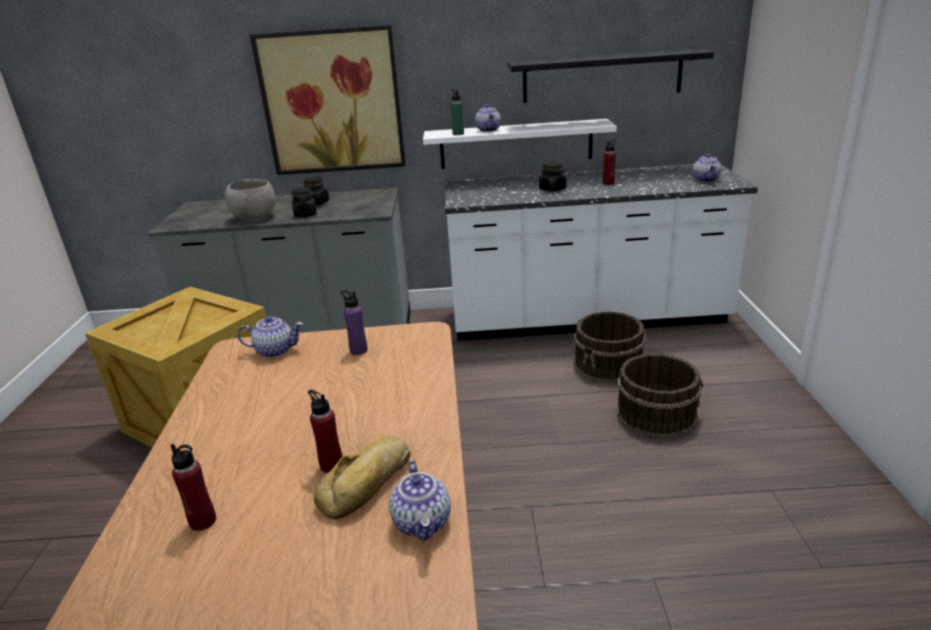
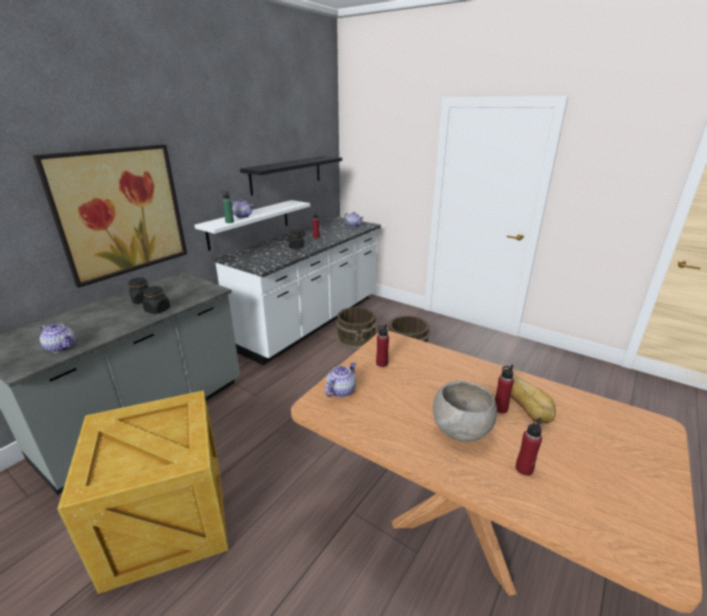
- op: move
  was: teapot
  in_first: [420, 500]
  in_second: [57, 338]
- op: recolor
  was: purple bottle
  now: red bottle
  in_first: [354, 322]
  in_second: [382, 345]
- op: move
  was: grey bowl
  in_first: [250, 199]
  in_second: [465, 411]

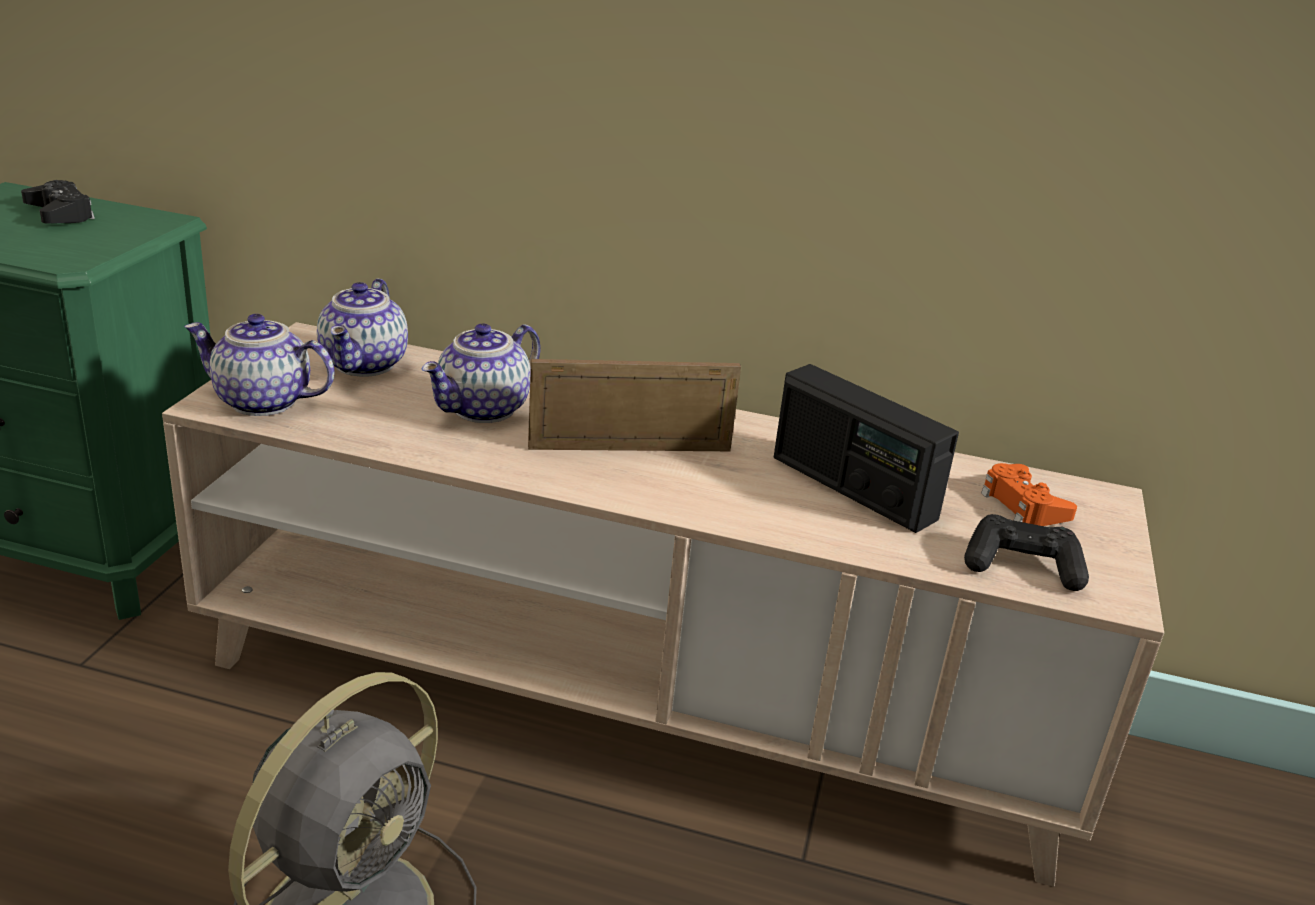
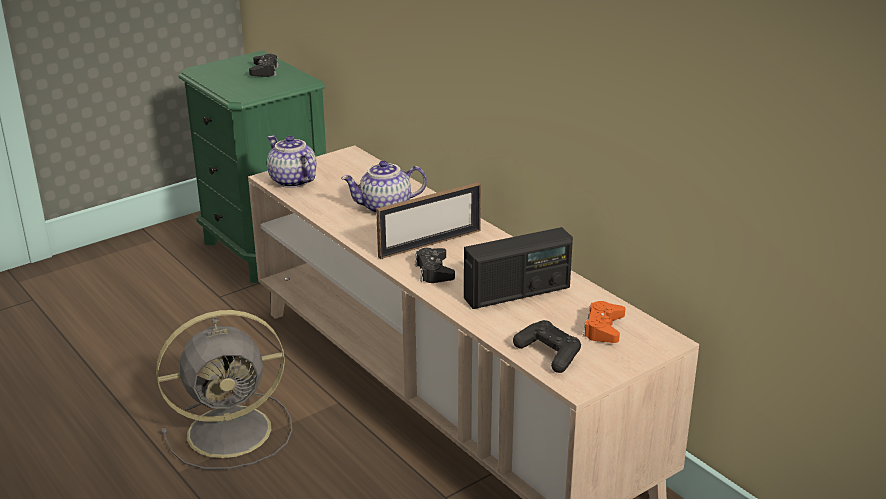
- op: rotate
  was: picture frame
  in_first: [634, 405]
  in_second: [428, 220]
  clockwise: 120
- op: insert
  now: black game controller
  in_second: [435, 265]
- op: rotate
  was: radio
  in_first: [866, 448]
  in_second: [518, 268]
  clockwise: -105
- op: delete
  was: teapot
  in_first: [362, 327]

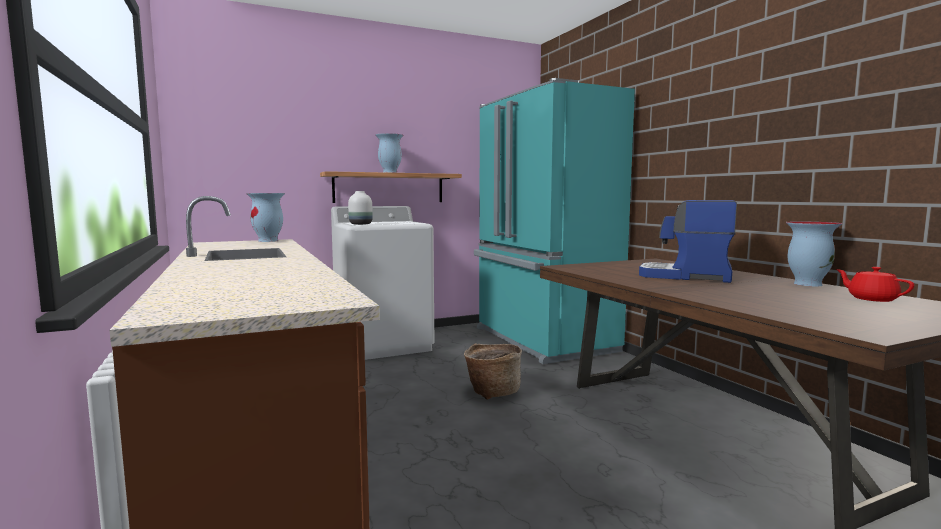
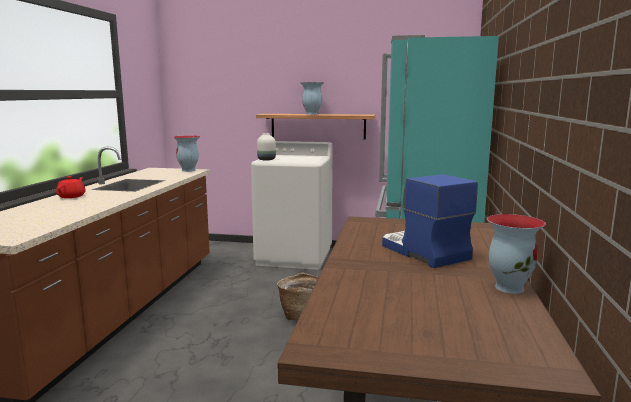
- op: move
  was: red teapot
  in_first: [875, 284]
  in_second: [71, 187]

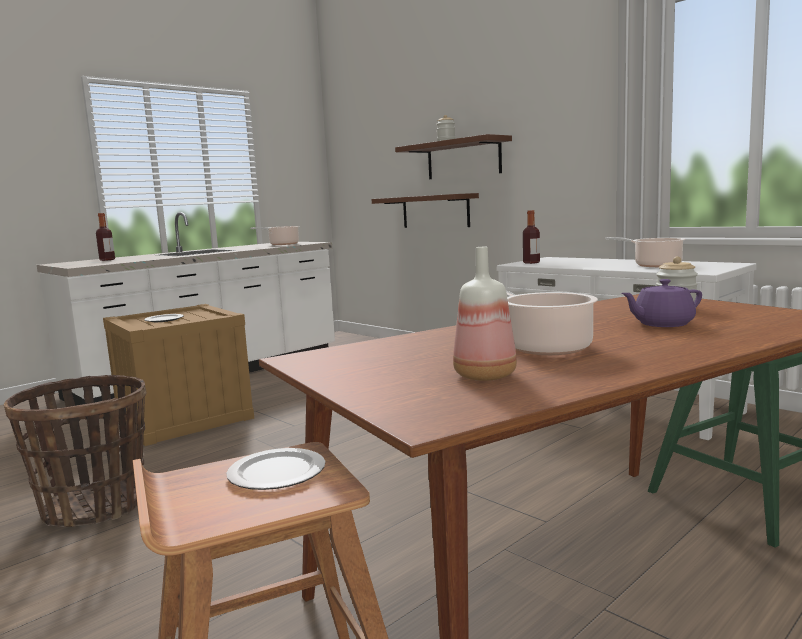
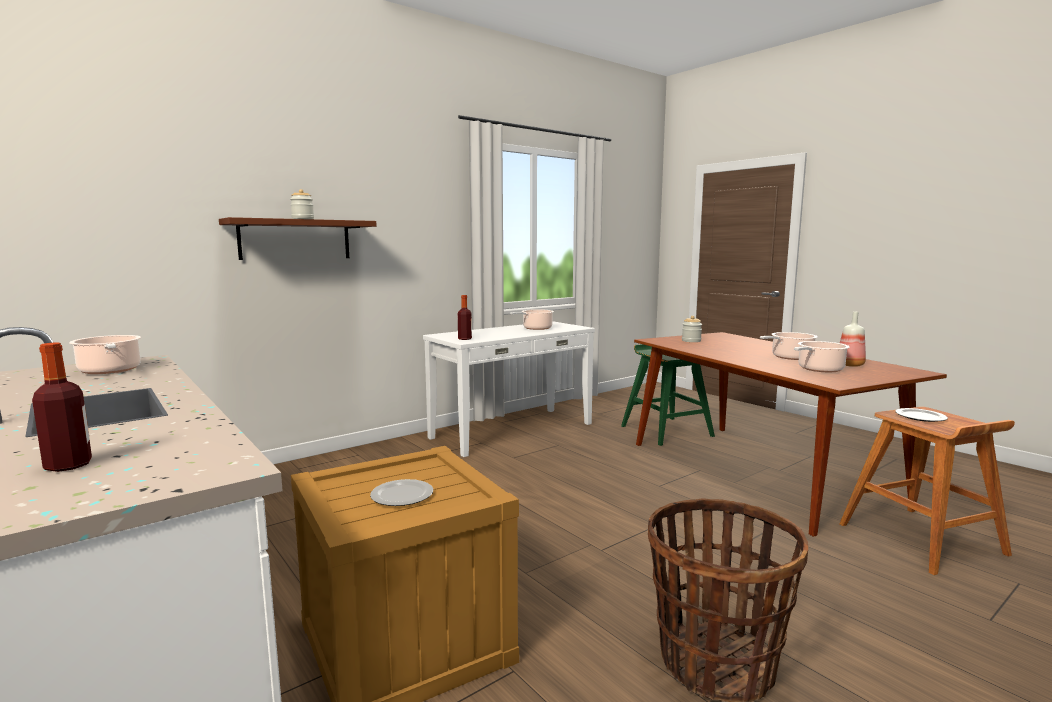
- op: insert
  now: cooking pot
  in_second: [822, 356]
- op: delete
  was: brown shelf
  in_first: [425, 210]
- op: delete
  was: purple teapot
  in_first: [661, 303]

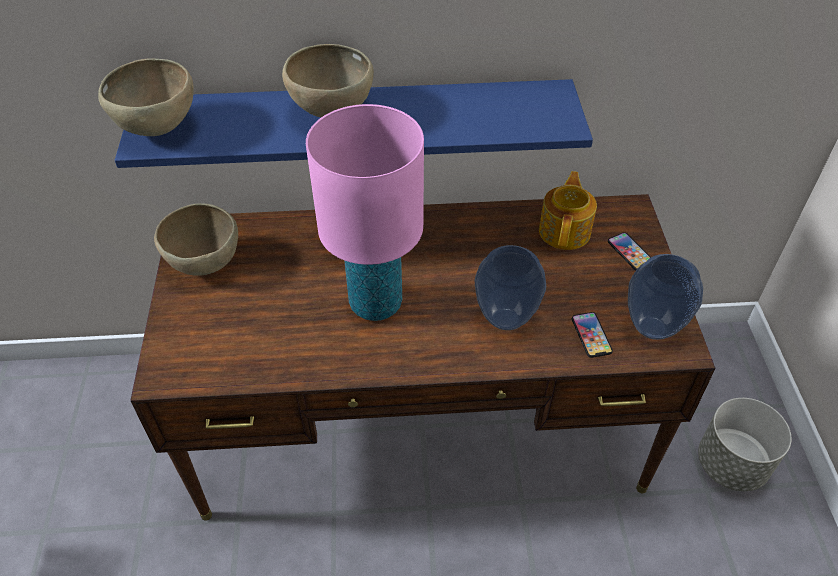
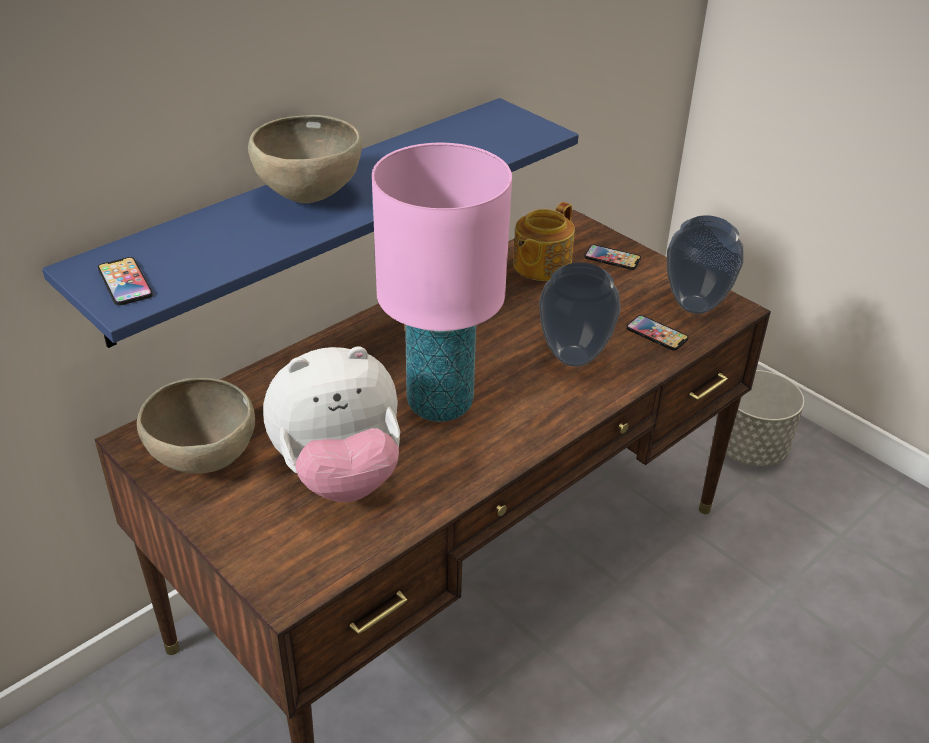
- op: replace
  was: brown bowl
  now: phone
  in_first: [146, 97]
  in_second: [125, 281]
- op: insert
  now: plush toy
  in_second: [331, 424]
- op: rotate
  was: teapot
  in_first: [568, 210]
  in_second: [544, 241]
  clockwise: -120

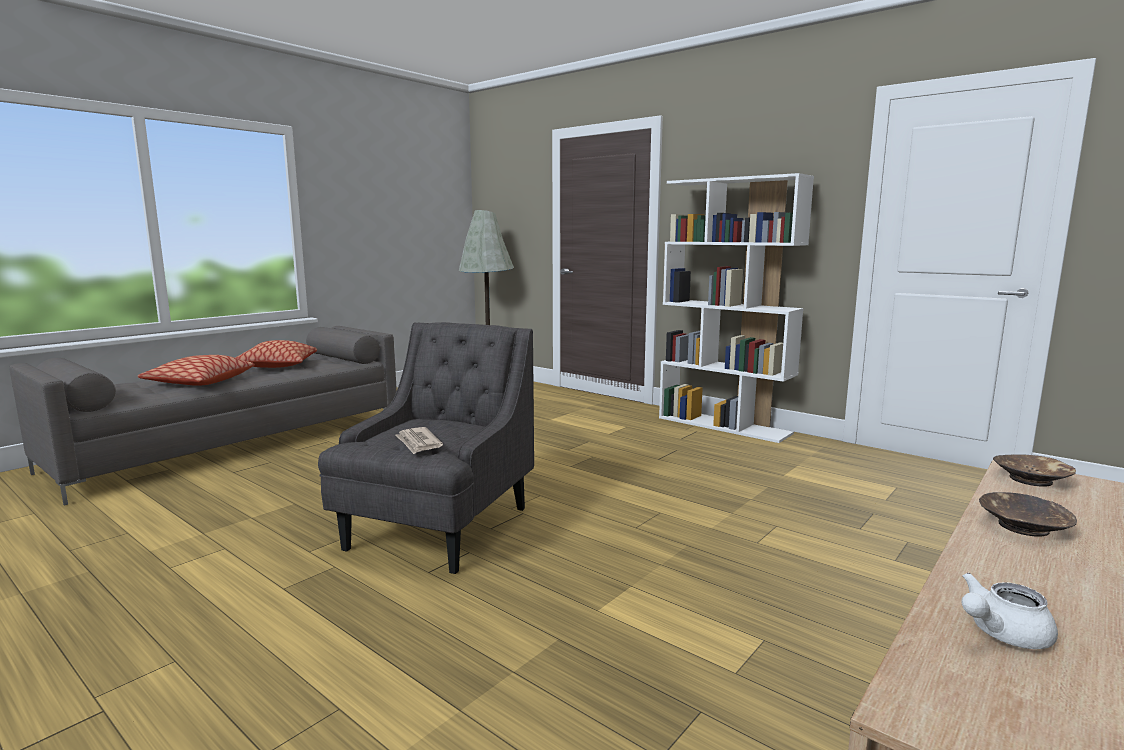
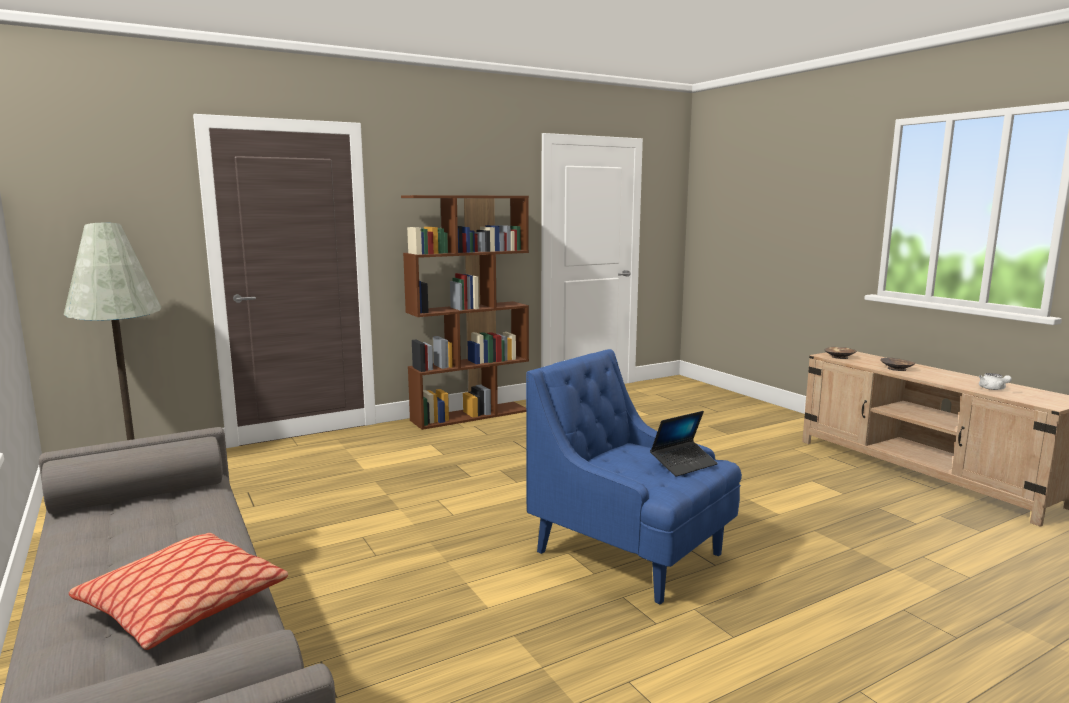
- op: recolor
  was: white bookcase
  now: brown bookcase
  in_first: [736, 308]
  in_second: [465, 312]
- op: recolor
  was: grey armchair
  now: blue armchair
  in_first: [426, 448]
  in_second: [634, 477]
- op: replace
  was: newspaper
  now: laptop
  in_first: [419, 440]
  in_second: [684, 444]
- op: delete
  was: pillow
  in_first: [276, 354]

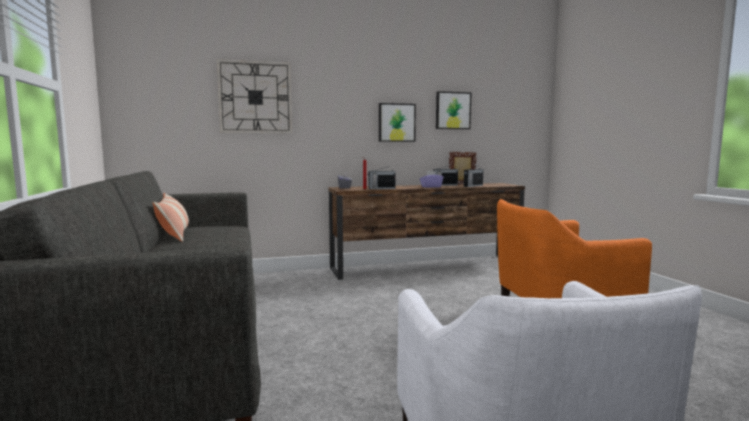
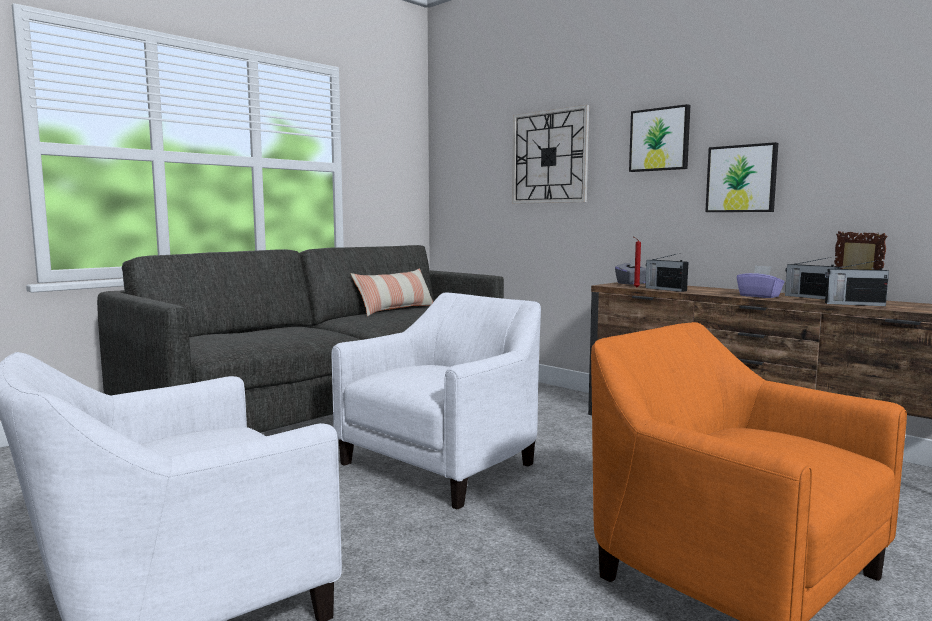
- op: insert
  now: white armchair
  in_second: [436, 401]
- op: move
  was: picture
  in_first: [454, 110]
  in_second: [659, 138]

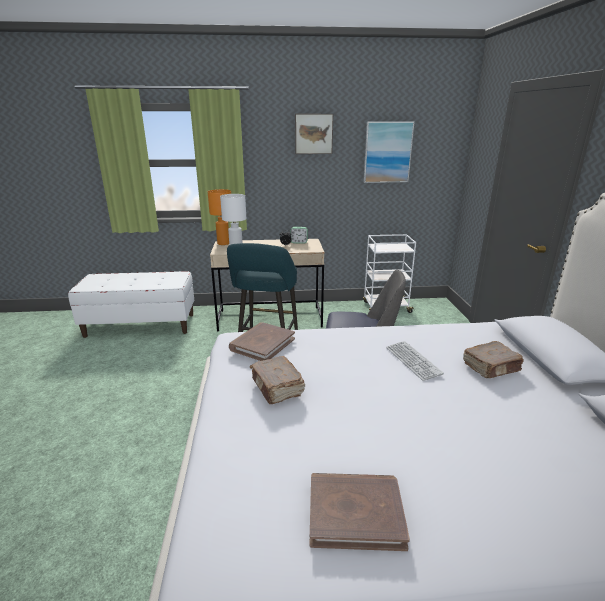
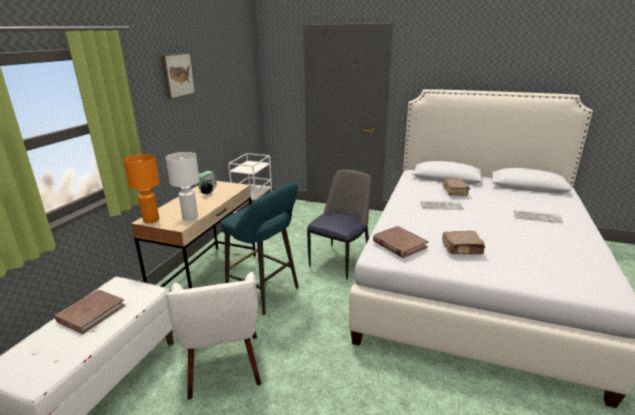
- op: move
  was: brown book
  in_first: [360, 512]
  in_second: [90, 312]
- op: insert
  now: white armchair
  in_second: [213, 335]
- op: insert
  now: keyboard
  in_second: [538, 216]
- op: delete
  was: picture
  in_first: [388, 152]

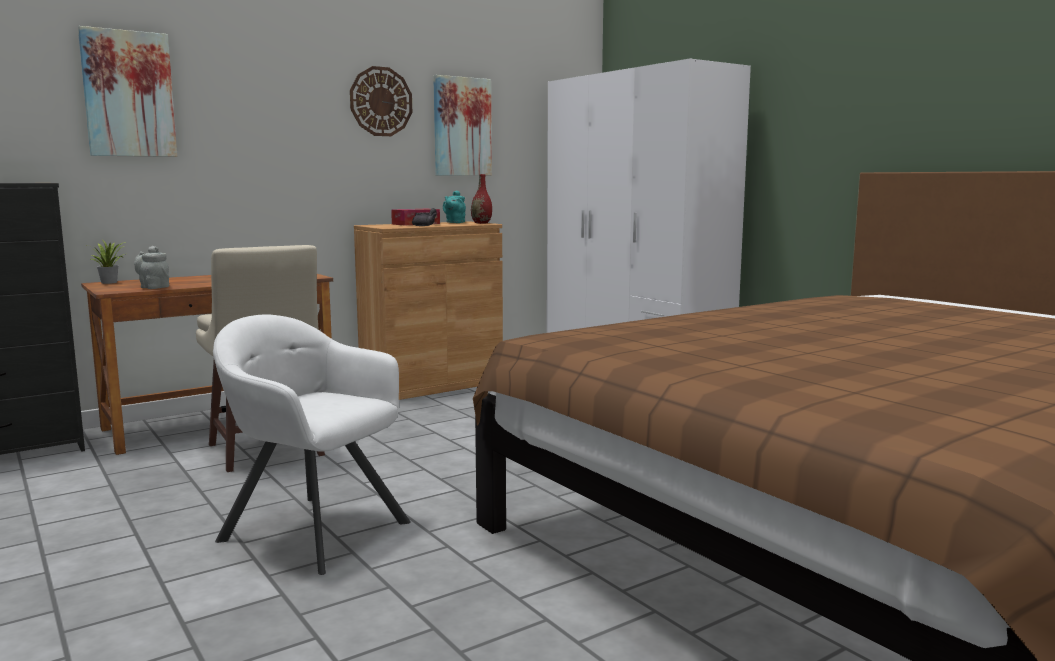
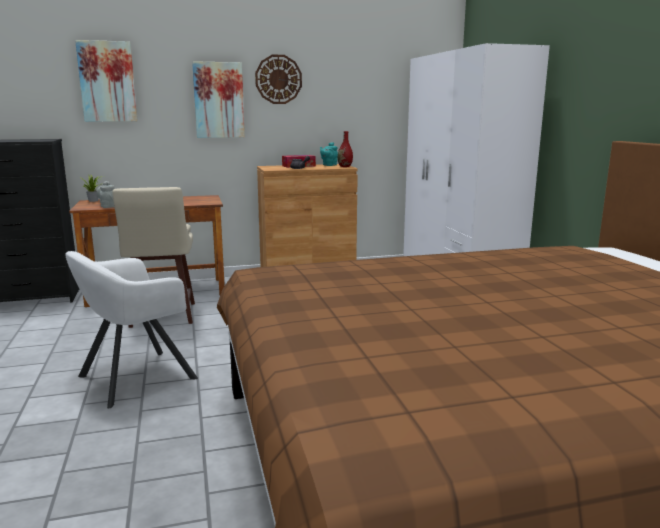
- op: rotate
  was: white armchair
  in_first: [312, 444]
  in_second: [132, 330]
  clockwise: -90
- op: move
  was: picture
  in_first: [462, 125]
  in_second: [218, 99]

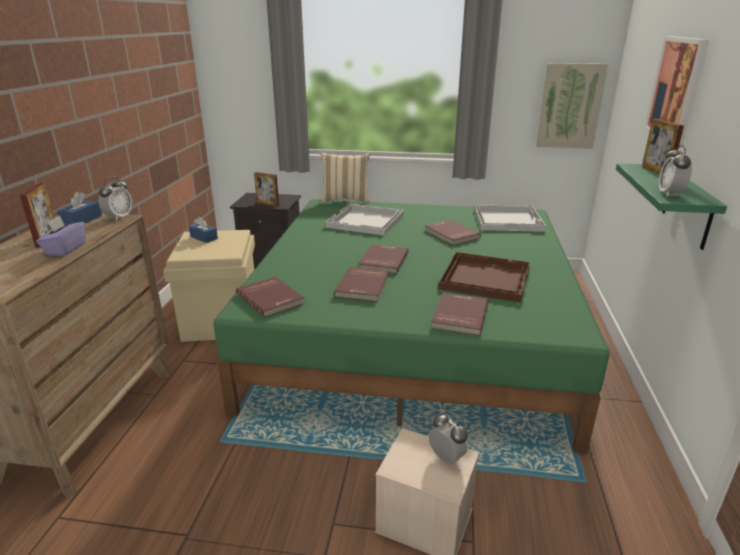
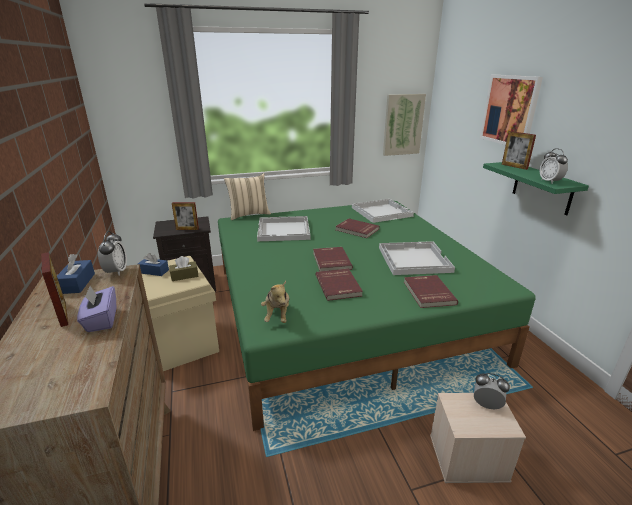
- op: insert
  now: brown tissue box
  in_second: [184, 268]
- op: replace
  was: red book
  now: plush toy
  in_first: [270, 297]
  in_second: [275, 302]
- op: recolor
  was: brown tray
  now: white tray
  in_first: [484, 277]
  in_second: [417, 258]

